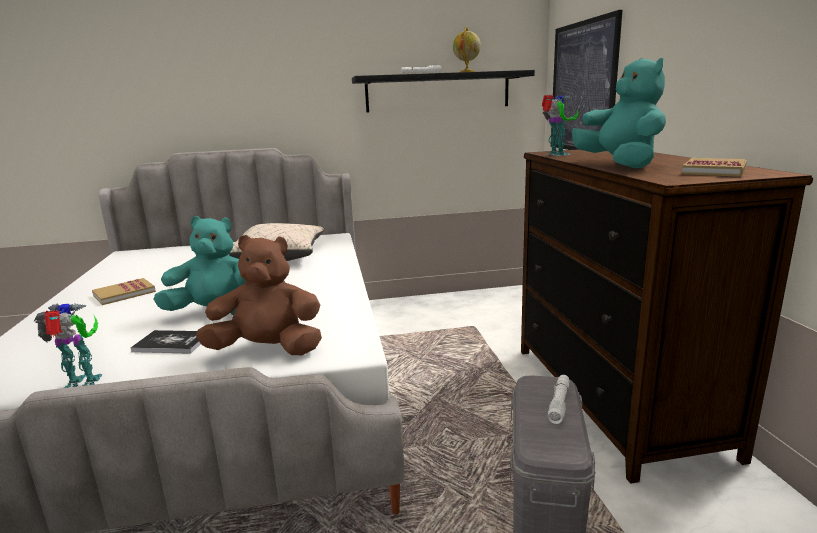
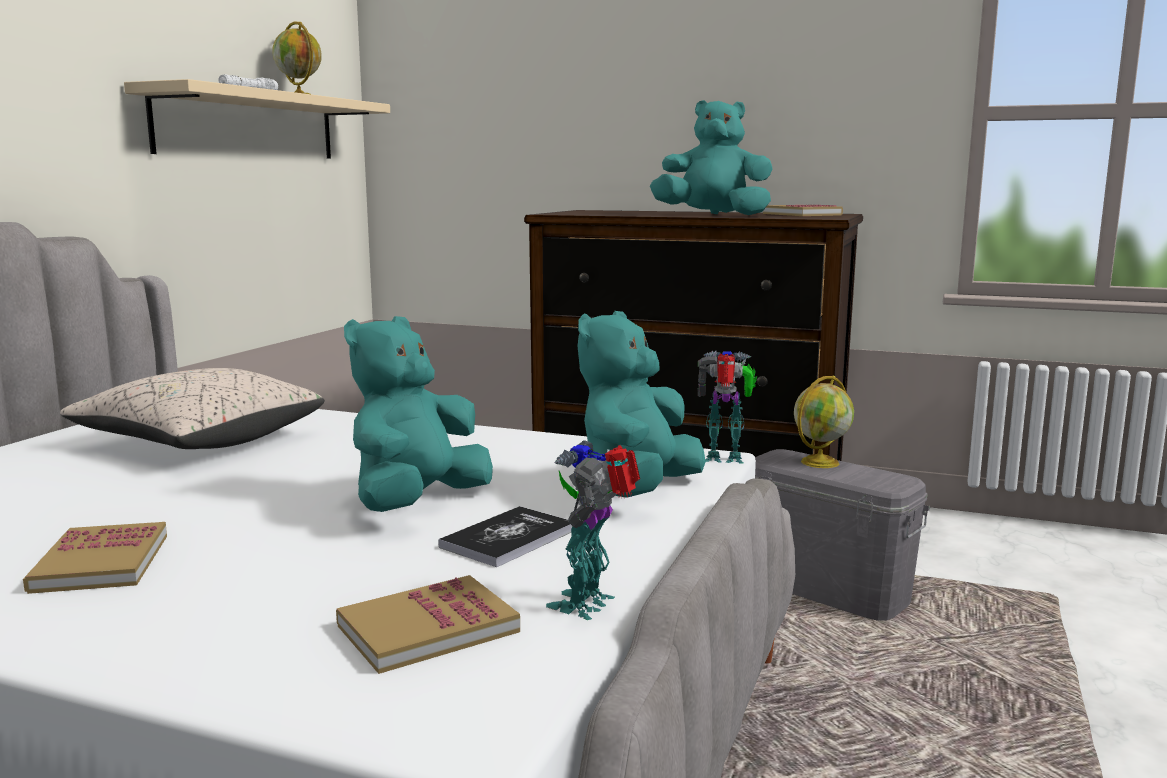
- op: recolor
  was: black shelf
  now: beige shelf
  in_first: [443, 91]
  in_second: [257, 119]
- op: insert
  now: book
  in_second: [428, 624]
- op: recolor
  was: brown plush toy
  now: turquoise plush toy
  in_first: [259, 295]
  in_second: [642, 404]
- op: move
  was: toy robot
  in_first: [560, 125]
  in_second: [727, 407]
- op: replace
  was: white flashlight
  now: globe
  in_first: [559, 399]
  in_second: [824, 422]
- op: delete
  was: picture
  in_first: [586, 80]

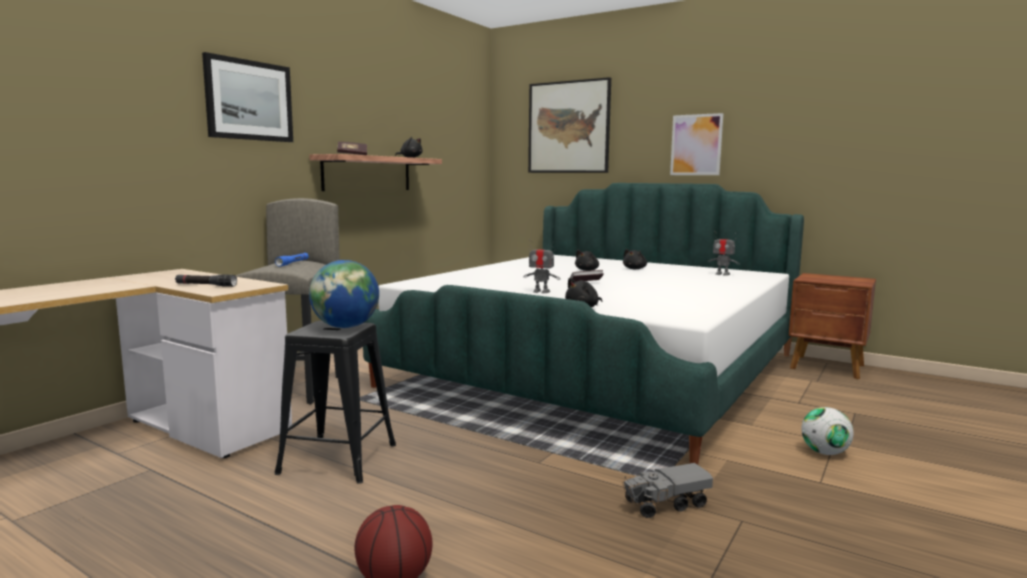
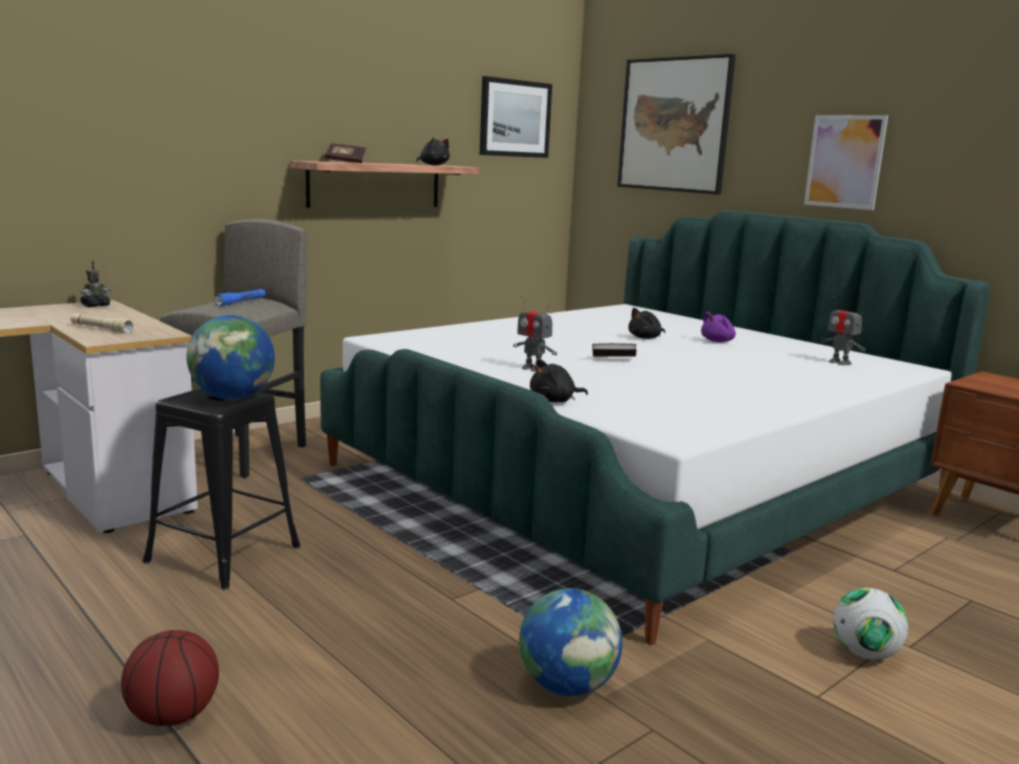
- op: recolor
  was: black flashlight
  now: beige flashlight
  in_first: [206, 280]
  in_second: [102, 323]
- op: insert
  now: toy robot
  in_second: [95, 284]
- op: move
  was: picture
  in_first: [247, 97]
  in_second: [516, 117]
- op: replace
  was: toy truck
  now: globe
  in_first: [667, 490]
  in_second: [570, 642]
- op: recolor
  was: black plush toy
  now: purple plush toy
  in_first: [635, 259]
  in_second: [718, 327]

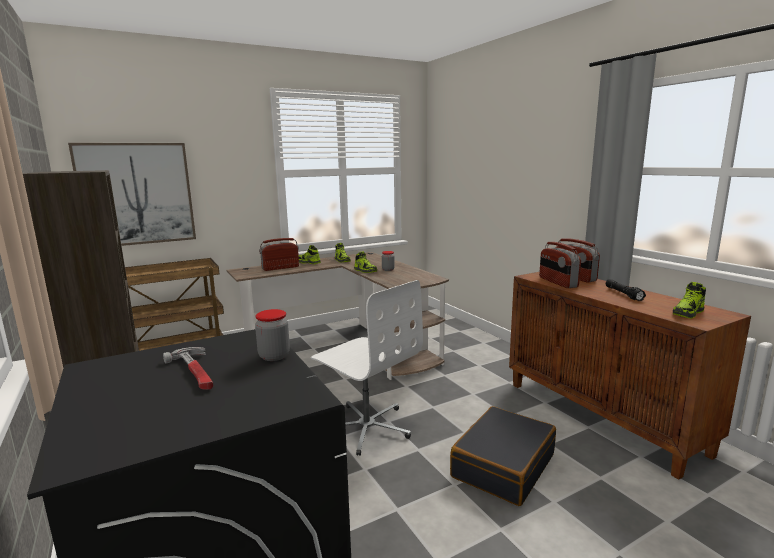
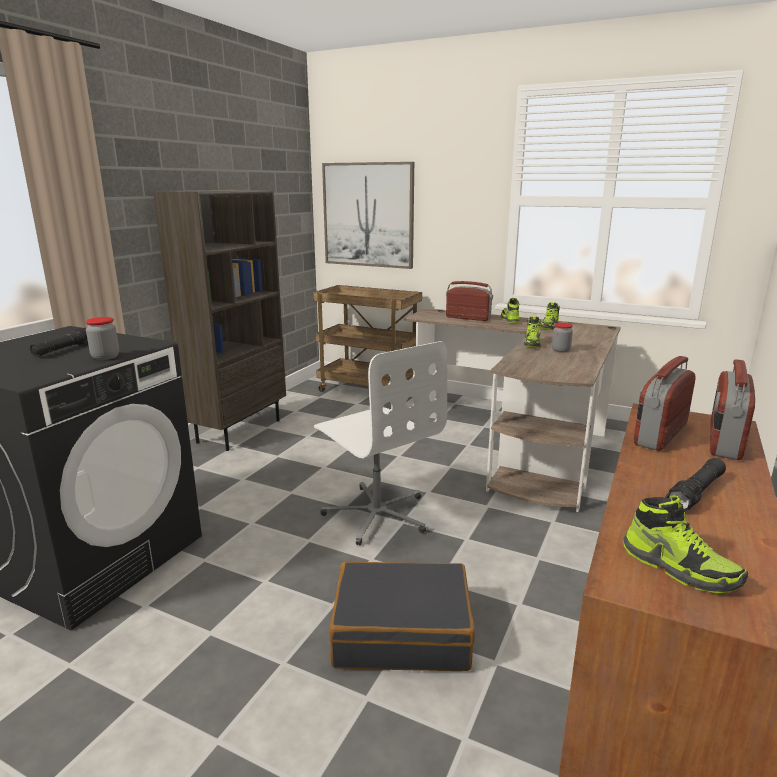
- op: replace
  was: hammer
  now: black flashlight
  in_first: [188, 368]
  in_second: [59, 342]
- op: rotate
  was: white office chair
  in_first: [367, 368]
  in_second: [380, 443]
  clockwise: -45
- op: rotate
  was: shoe
  in_first: [689, 300]
  in_second: [685, 544]
  clockwise: -150

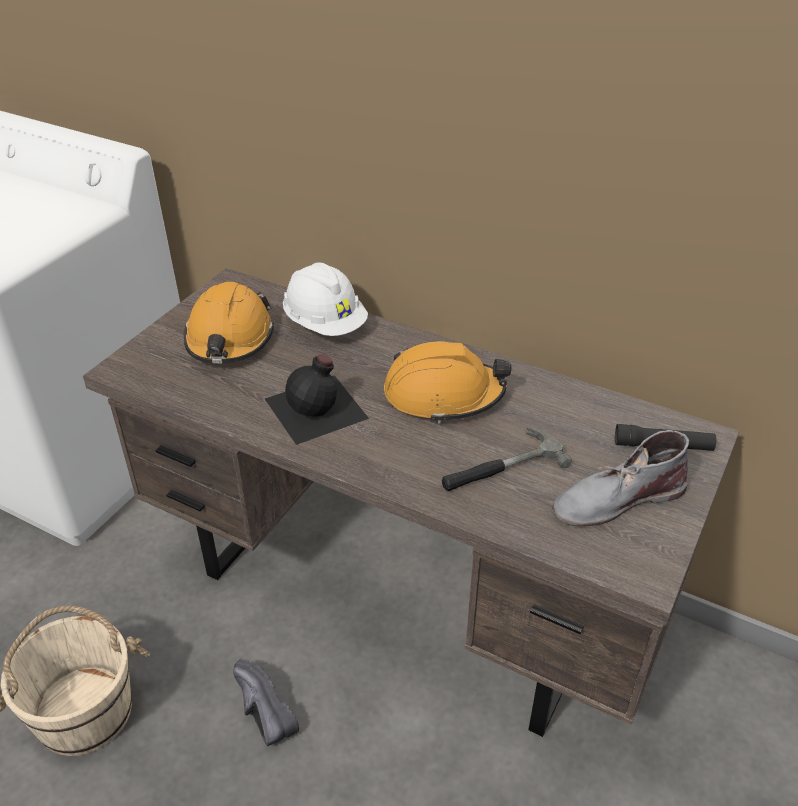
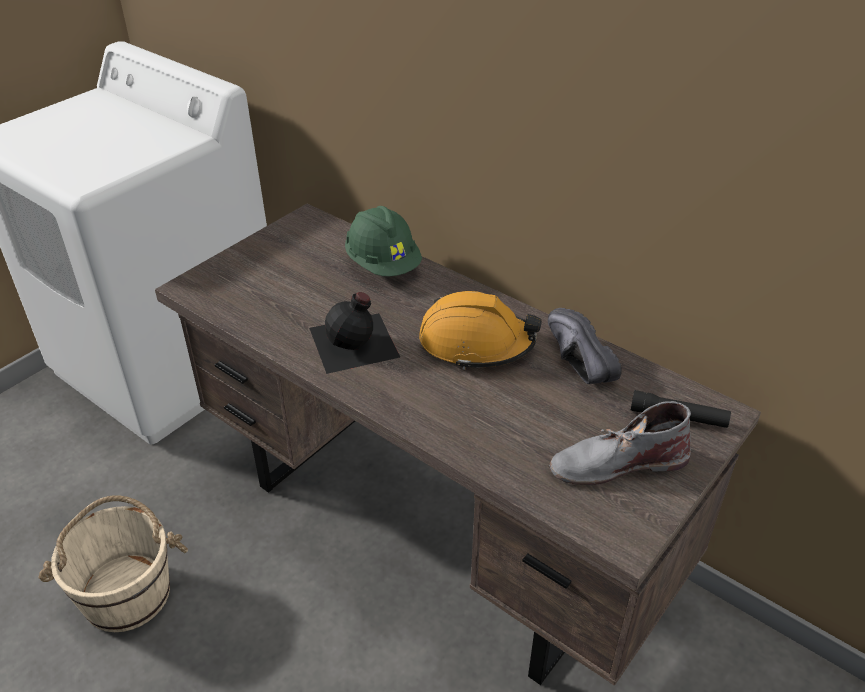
- op: recolor
  was: white hard hat
  now: green hard hat
  in_first: [325, 299]
  in_second: [383, 241]
- op: move
  was: black shoe
  in_first: [266, 702]
  in_second: [585, 346]
- op: delete
  was: orange hard hat
  in_first: [229, 322]
- op: delete
  was: hammer
  in_first: [507, 459]

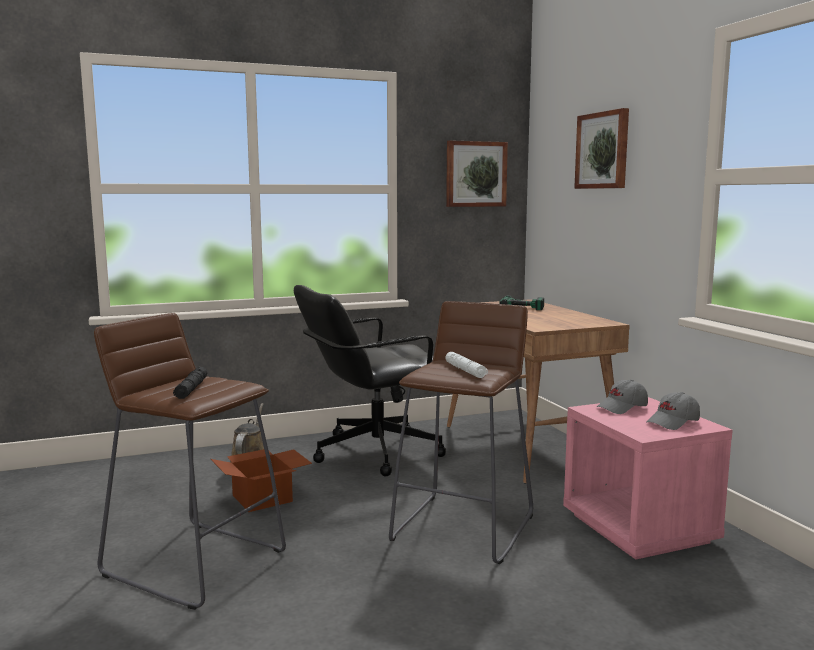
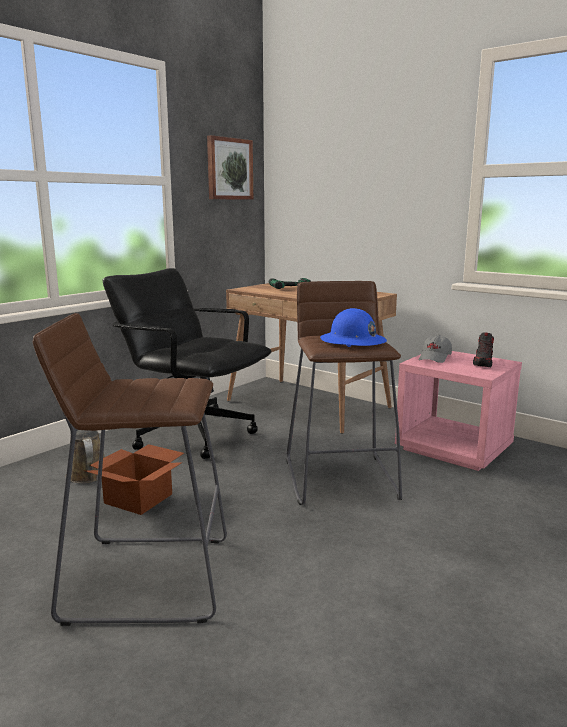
- op: rotate
  was: black office chair
  in_first: [370, 380]
  in_second: [187, 363]
  clockwise: 90
- op: replace
  was: white flashlight
  now: blue hard hat
  in_first: [466, 365]
  in_second: [353, 327]
- op: replace
  was: grey cap
  now: shoe
  in_first: [673, 411]
  in_second: [483, 350]
- op: delete
  was: black flashlight
  in_first: [190, 383]
- op: delete
  was: picture
  in_first: [601, 148]

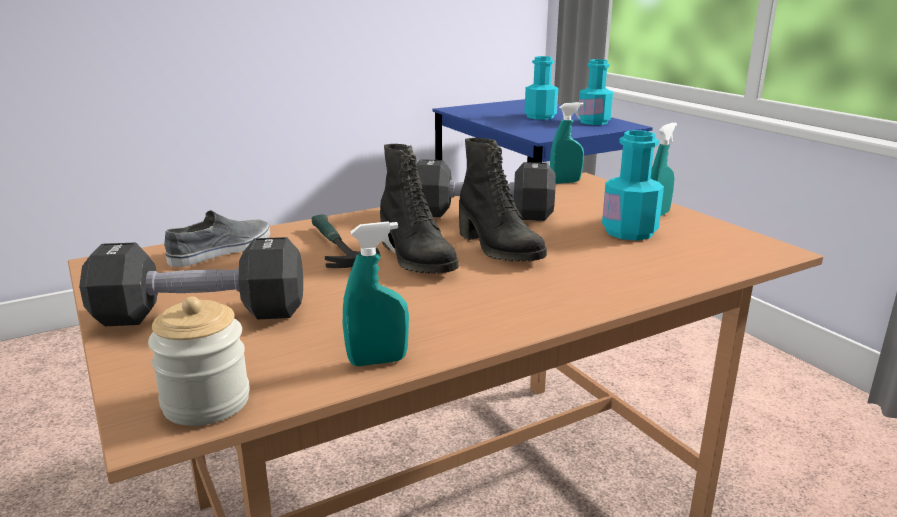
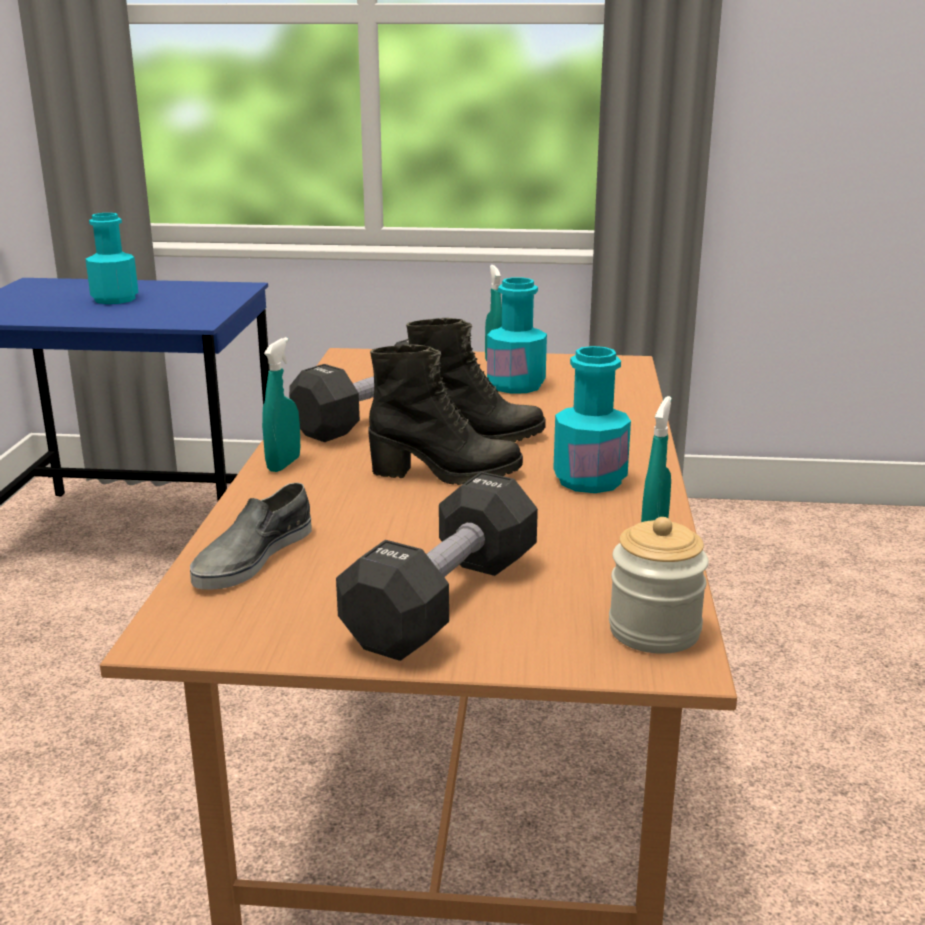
- op: rotate
  was: grey shoe
  in_first: [217, 238]
  in_second: [251, 535]
  clockwise: -135
- op: move
  was: turquoise spray bottle
  in_first: [567, 143]
  in_second: [281, 404]
- op: move
  was: turquoise bottle
  in_first: [595, 92]
  in_second: [592, 419]
- op: delete
  was: hammer
  in_first: [346, 241]

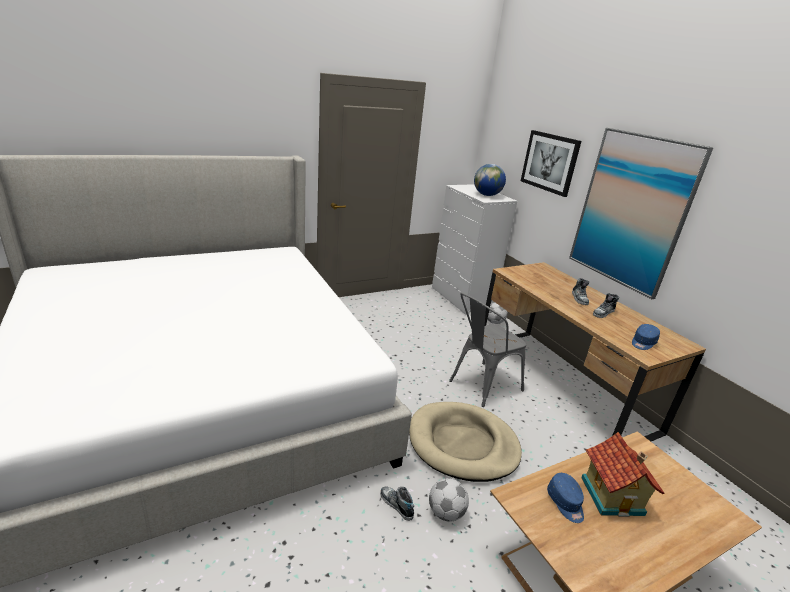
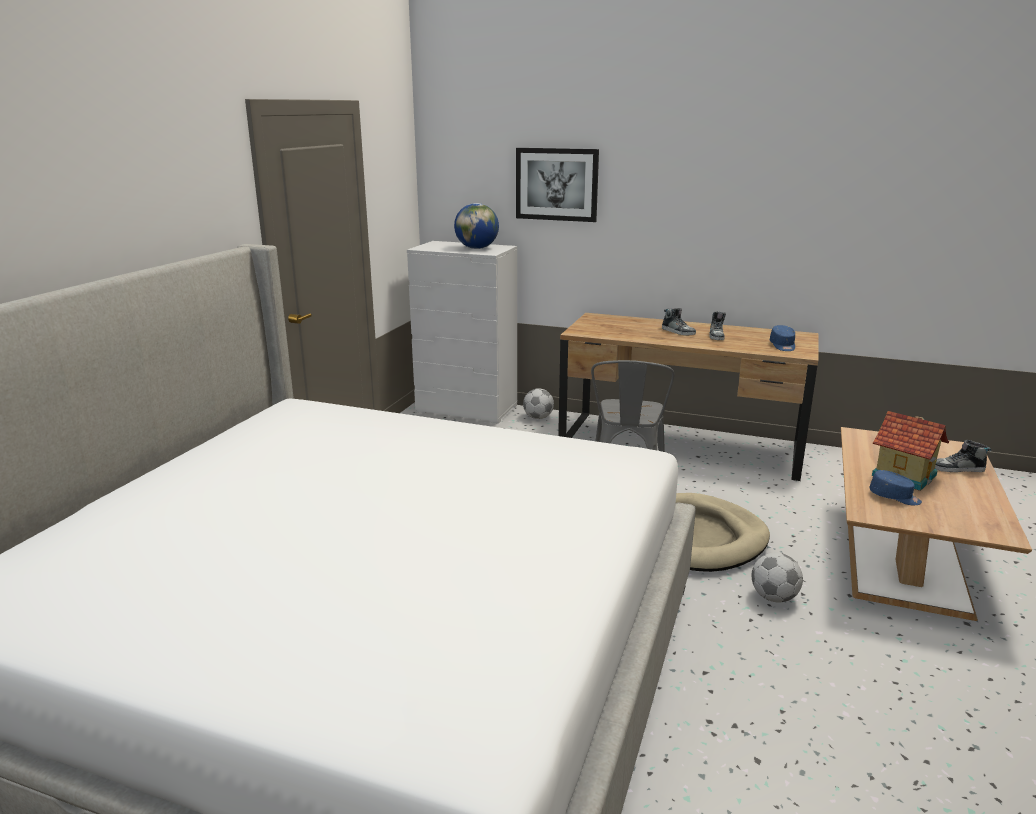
- op: move
  was: shoe
  in_first: [397, 504]
  in_second: [963, 456]
- op: delete
  was: picture
  in_first: [641, 213]

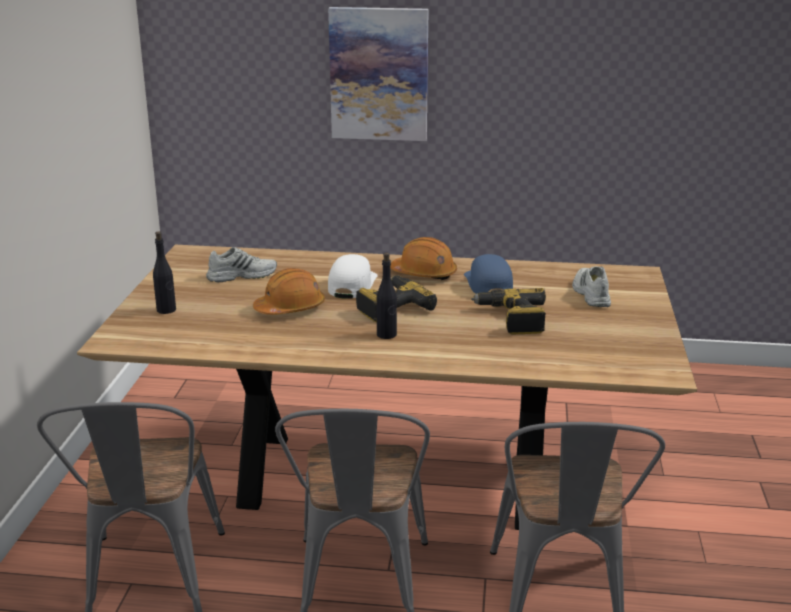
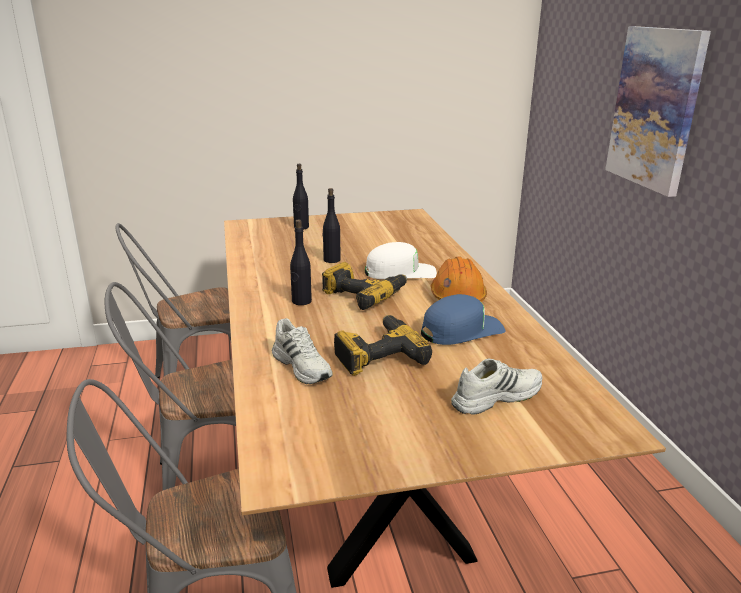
- op: move
  was: white shoe
  in_first: [241, 264]
  in_second: [302, 351]
- op: replace
  was: orange hard hat
  now: black bottle
  in_first: [289, 291]
  in_second: [331, 225]

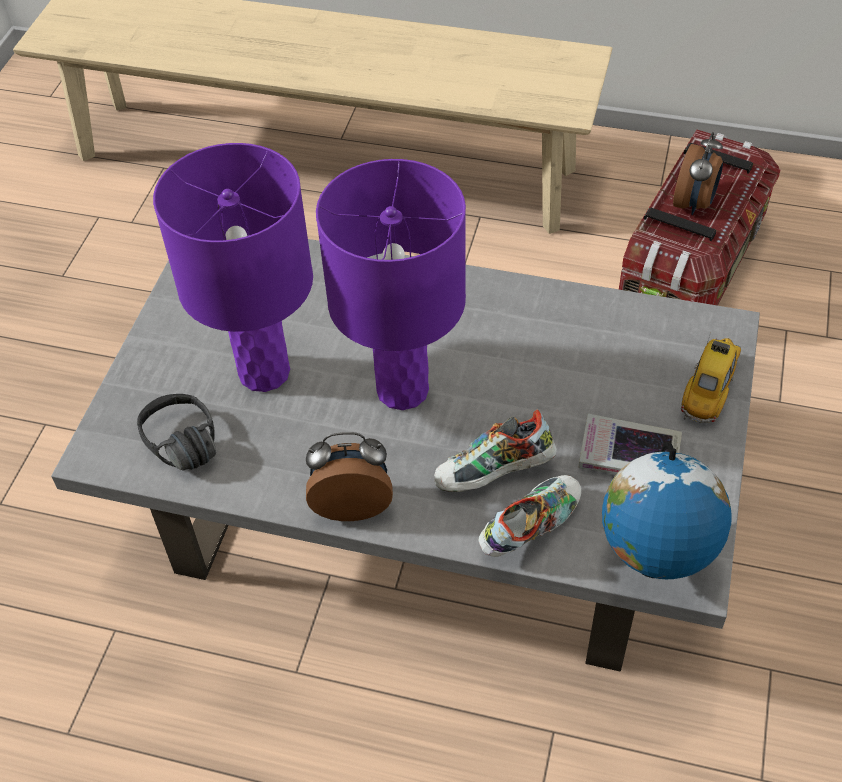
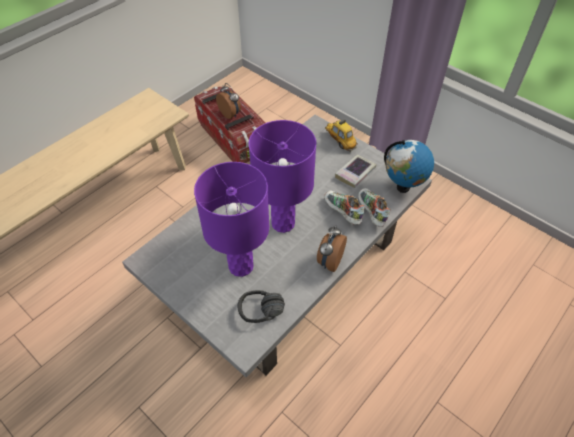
- op: rotate
  was: shoe
  in_first: [495, 451]
  in_second: [344, 207]
  clockwise: 135

